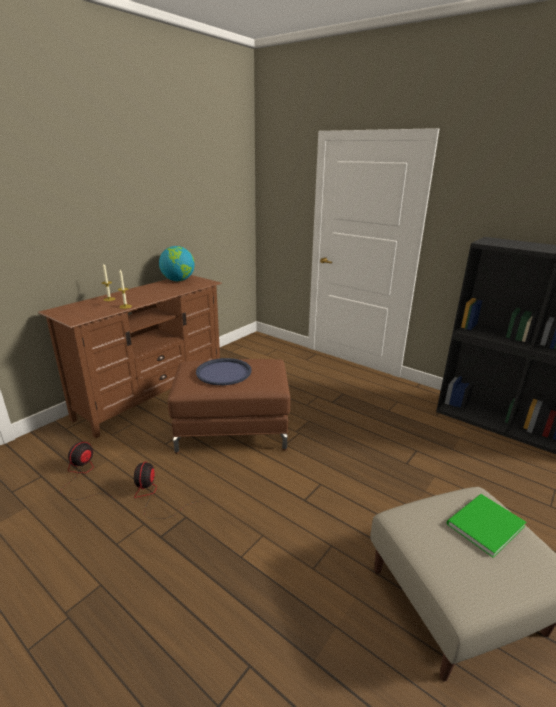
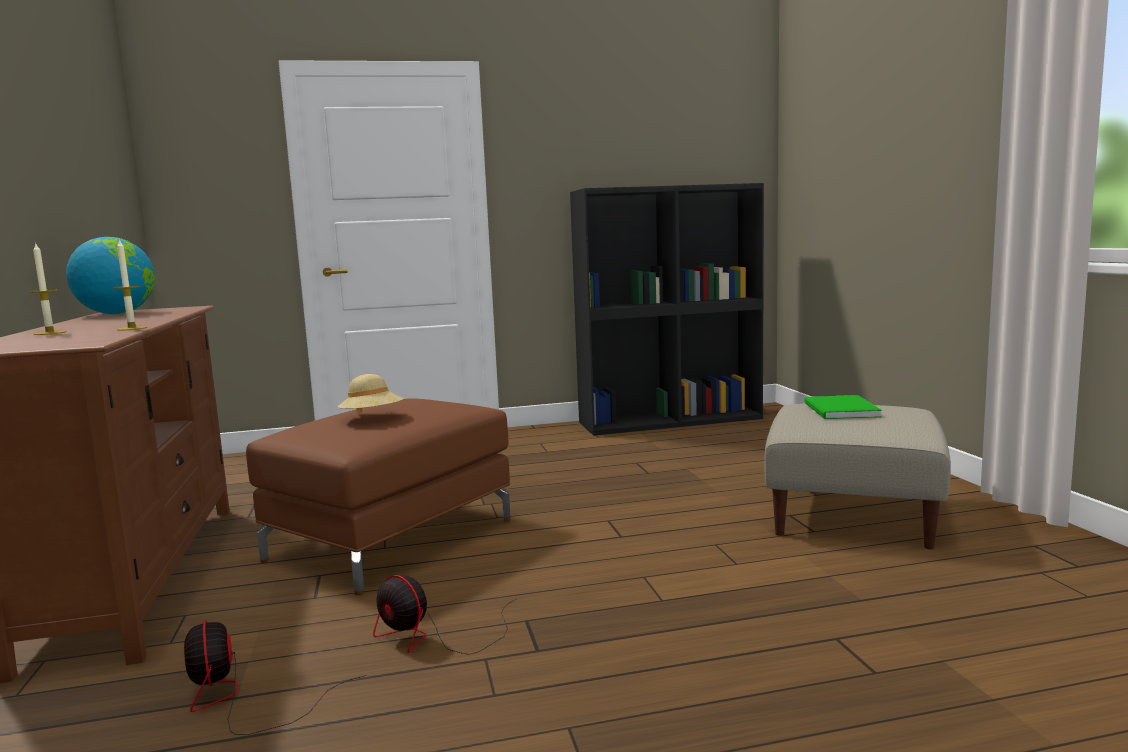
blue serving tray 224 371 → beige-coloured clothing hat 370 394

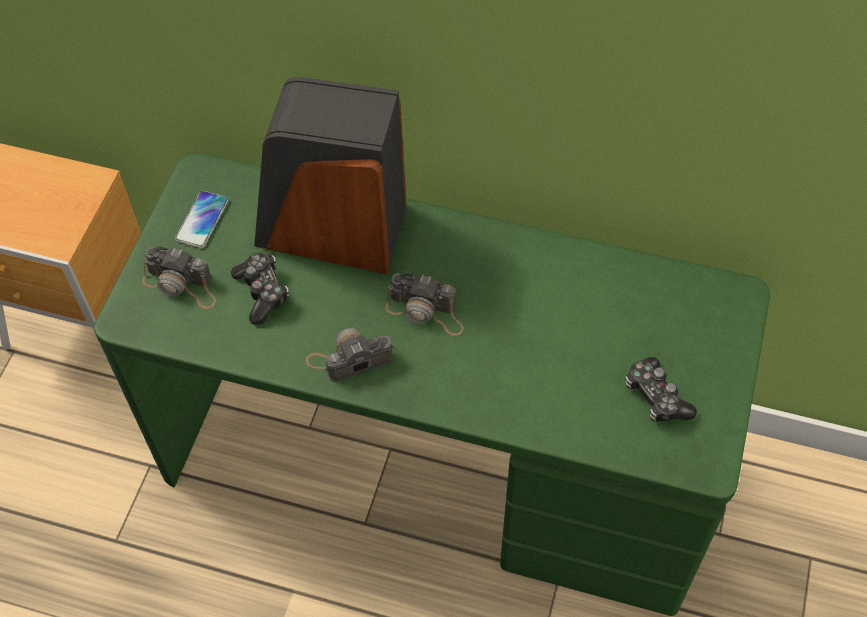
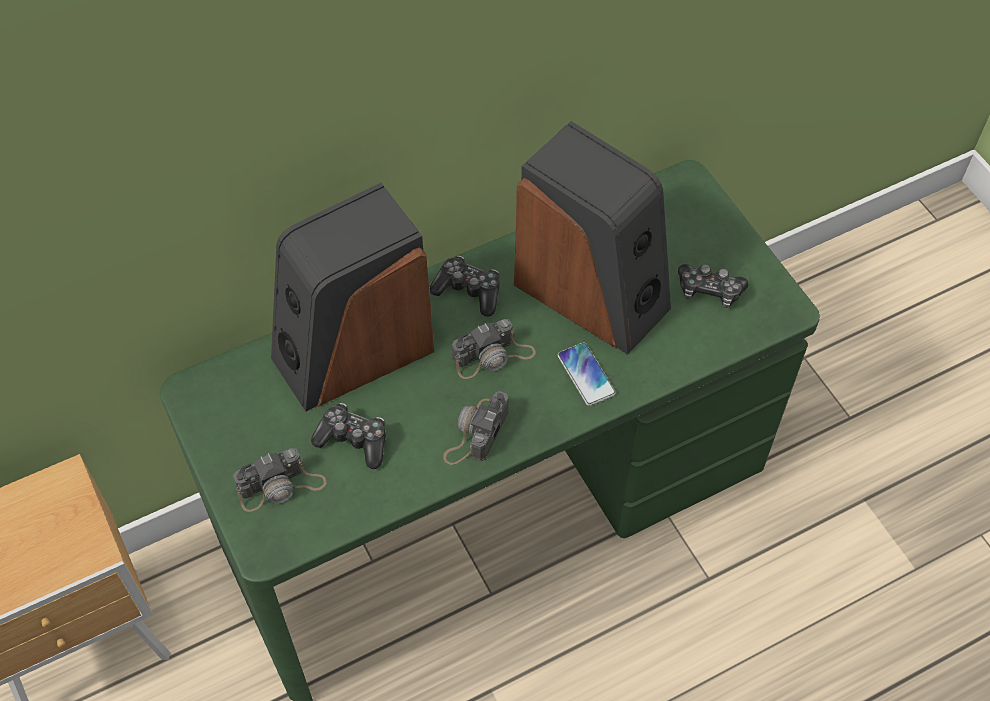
- → joypad 464 286
- → loudspeaker 592 238
phone 201 219 → phone 587 374, relocated

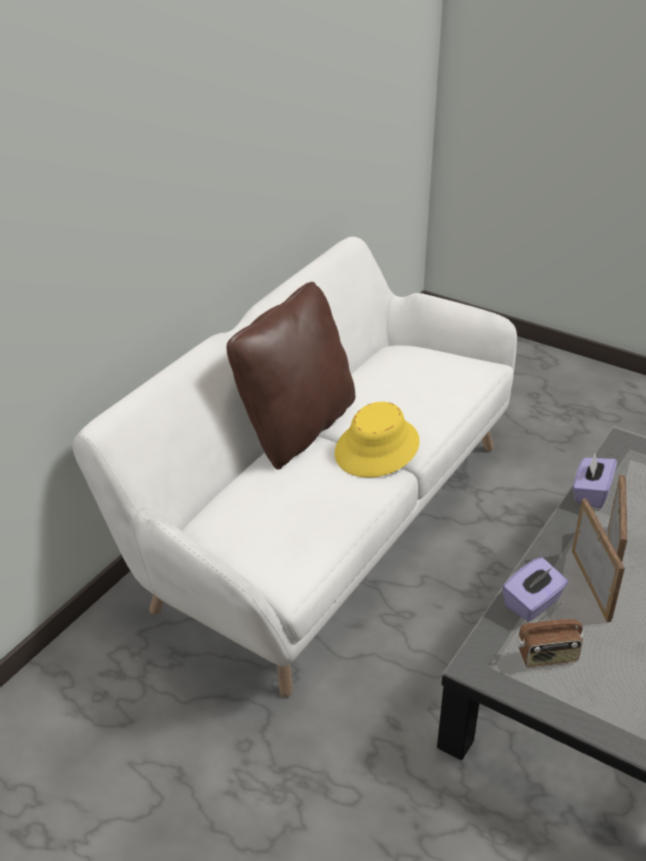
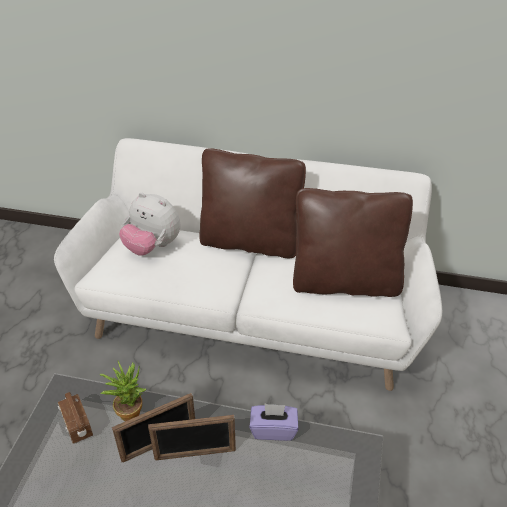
purplish box of tissues 535 589 → plant in a pot 123 391
- → soft toy 149 224
- → brown cushion 353 242
yellow clothing hat 377 440 → -

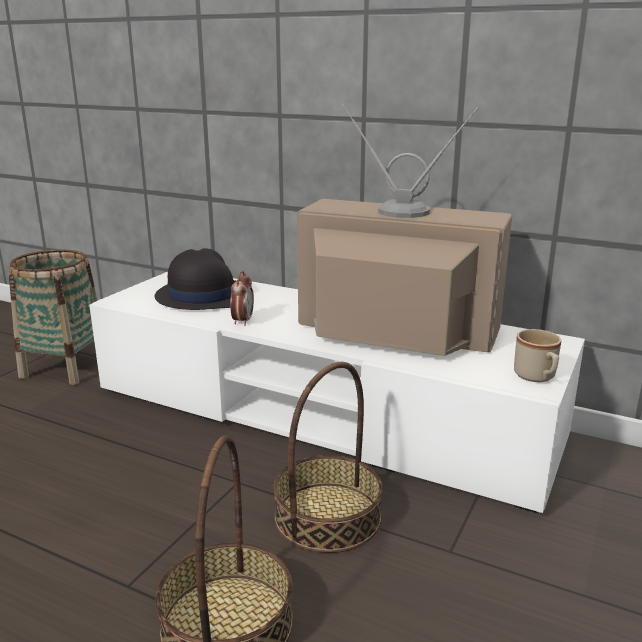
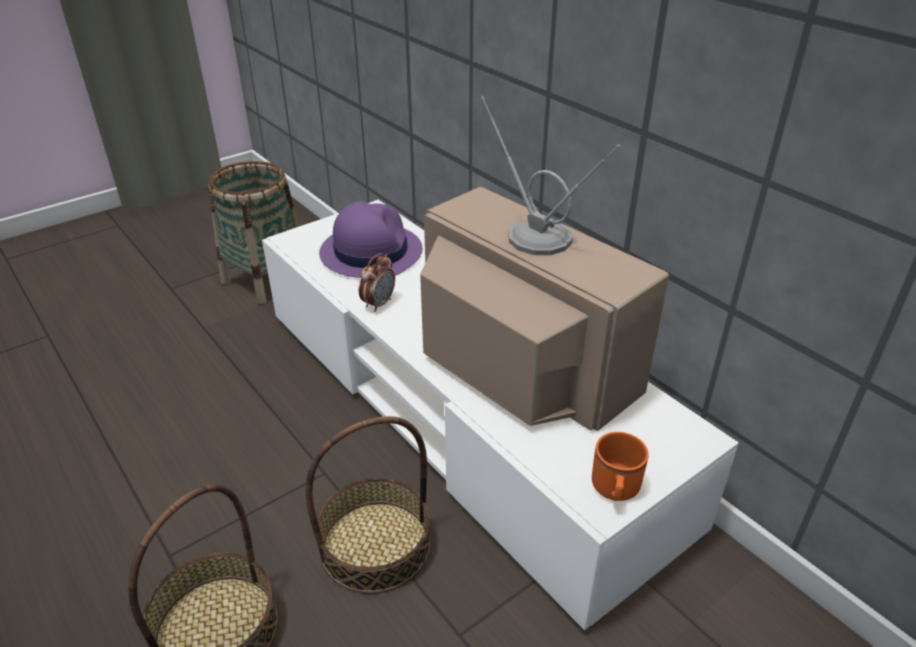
black clothing hat 195 279 → purplish clothing hat 370 239
beige-coloured mug 537 355 → orange mug 620 466

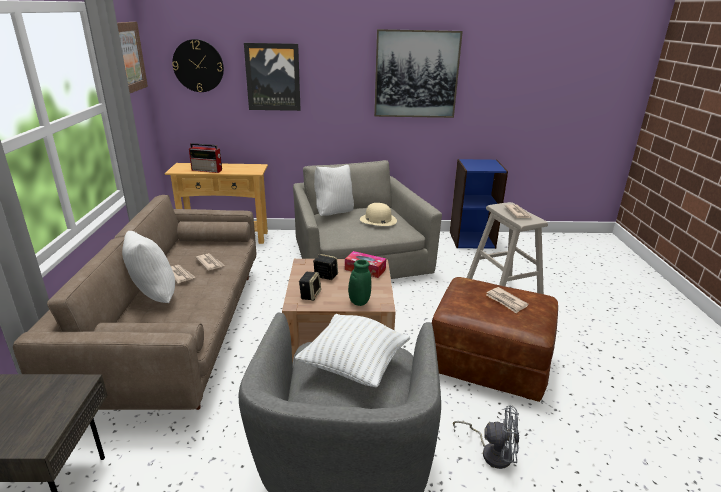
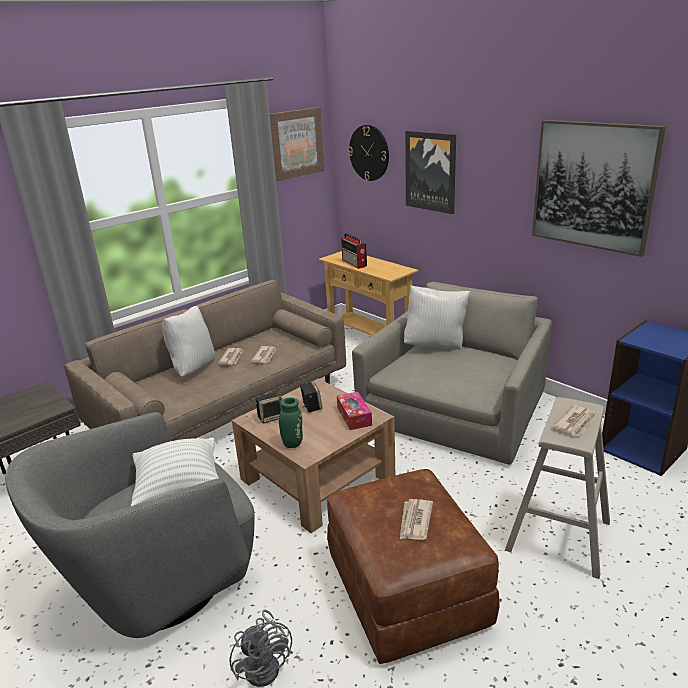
beige-coloured clothing hat 378 214 → -

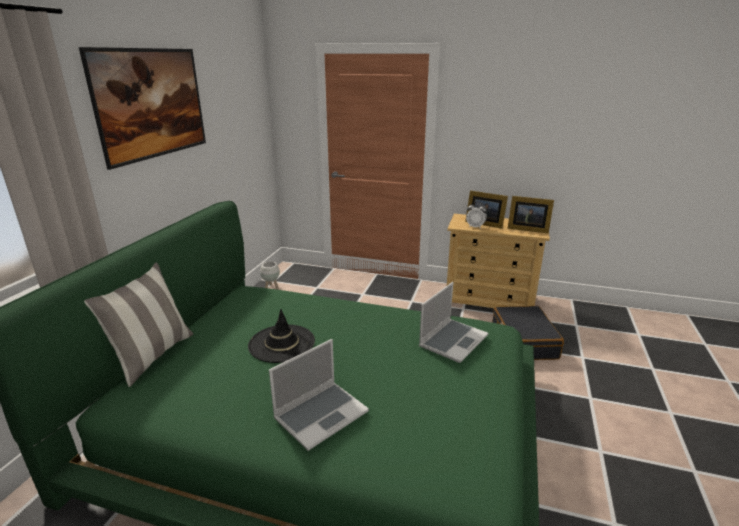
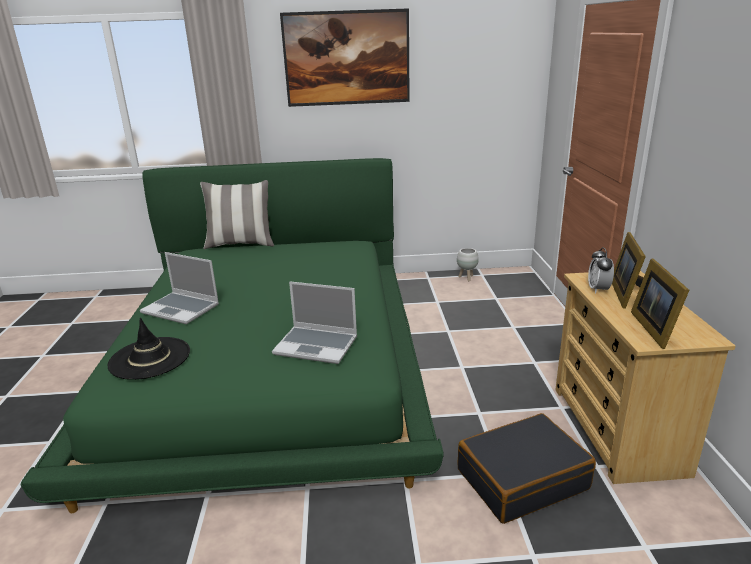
black clothing hat 281 336 → black clothing hat 149 349, relocated

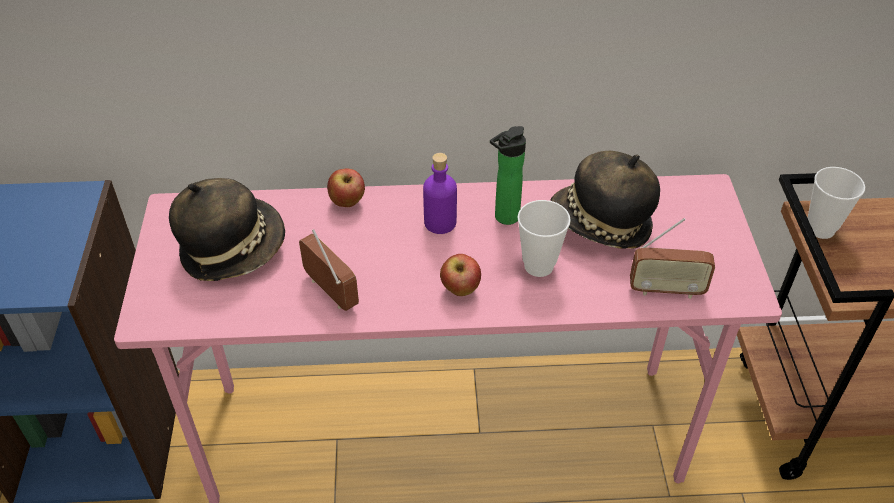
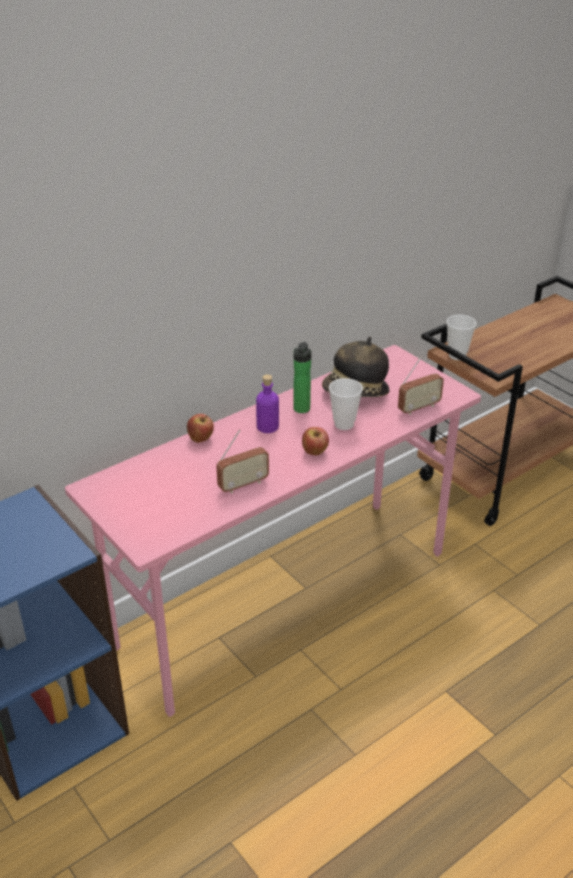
radio receiver 329 270 → radio receiver 242 461, 135 degrees clockwise
clothing hat 227 229 → -

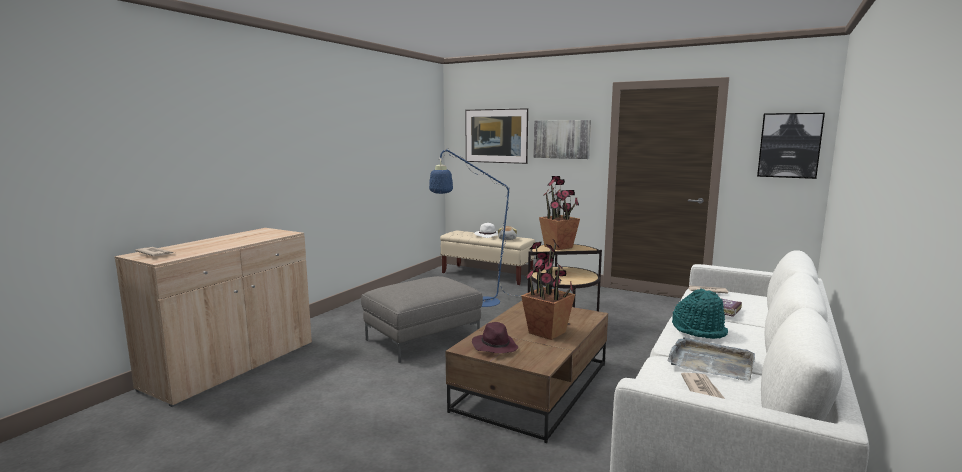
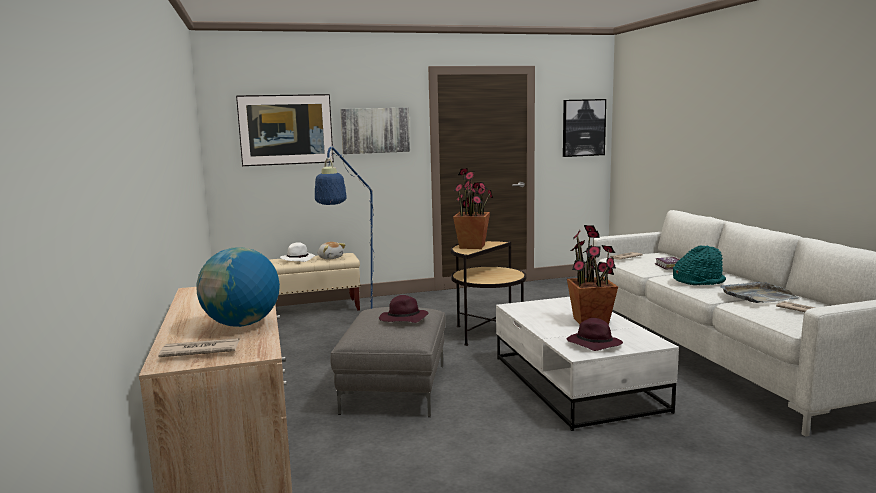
- → globe 238 287
- → purplish clothing hat 404 309
brown lounge table 527 372 → whitish lounge table 587 364

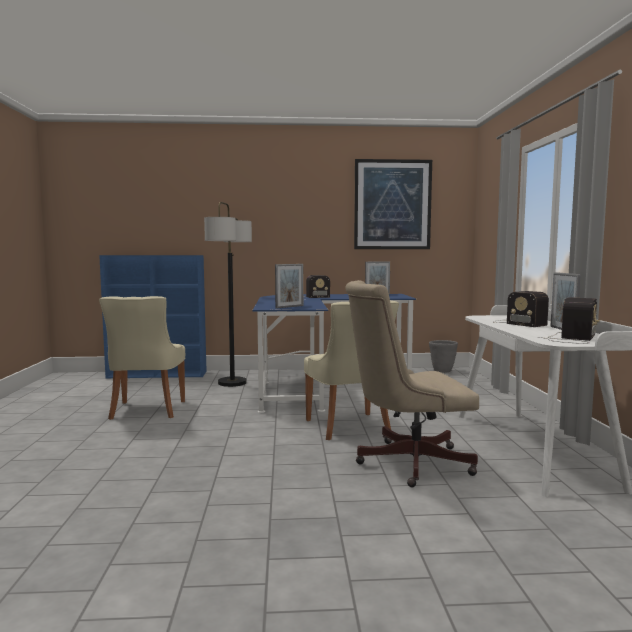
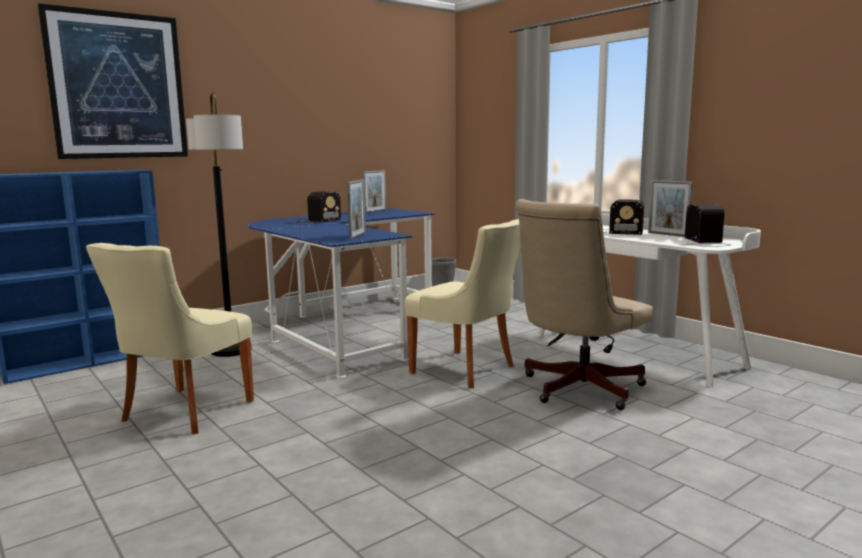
wall art 393 204 → wall art 113 81, relocated
beige-coloured chair 142 358 → beige-coloured chair 170 338, 60 degrees clockwise

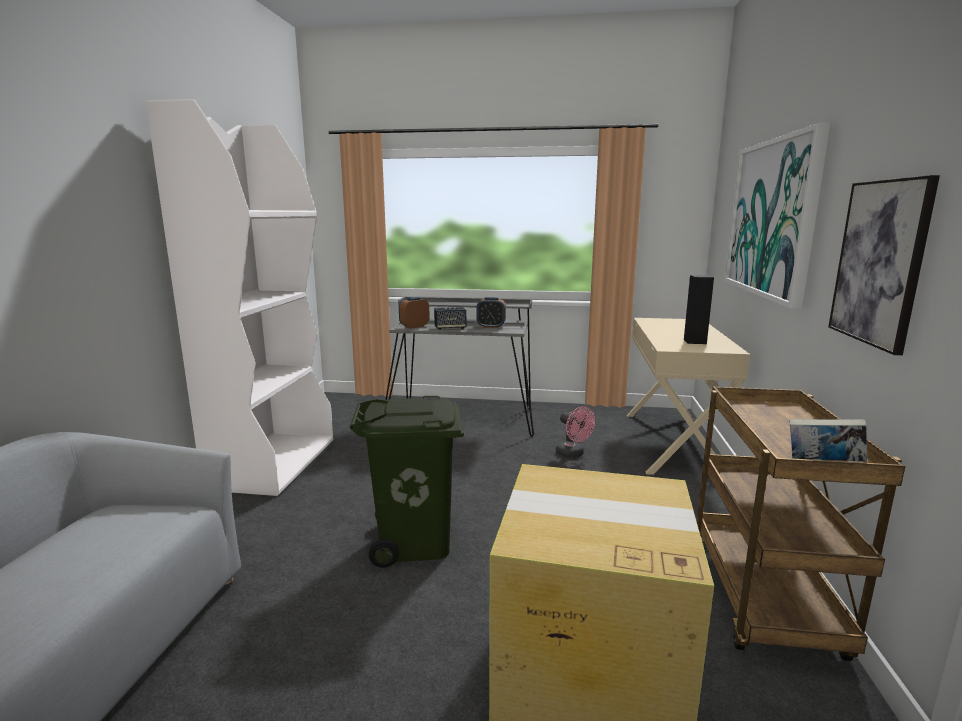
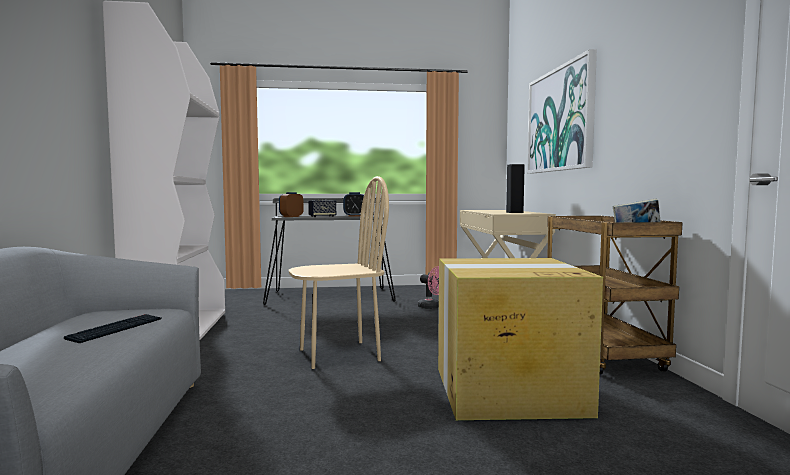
- → PC keyboard 113 328
greenish trash can 407 482 → beige-coloured chair 339 272
wall art 884 265 → -

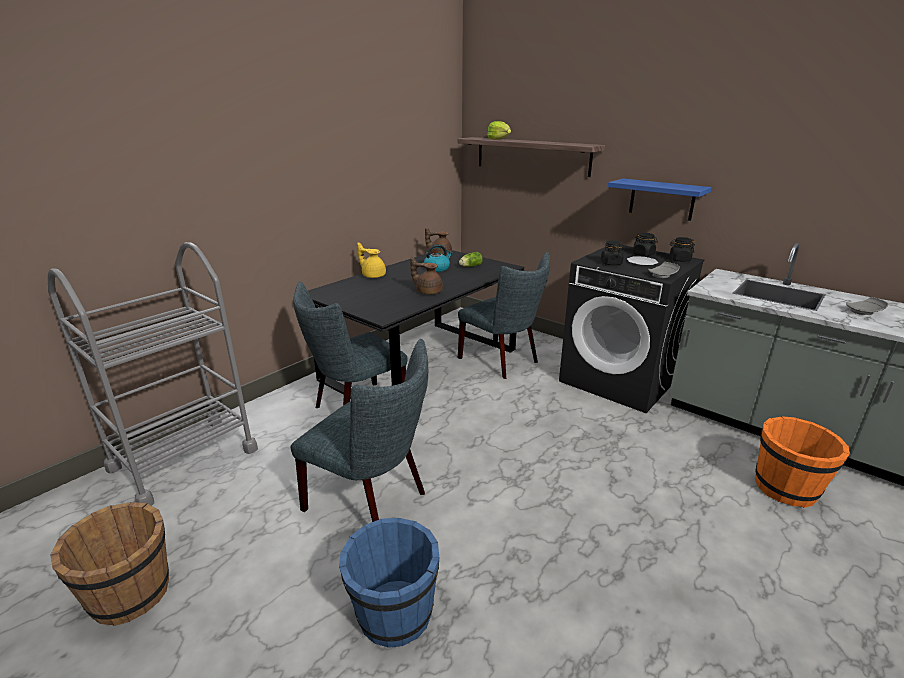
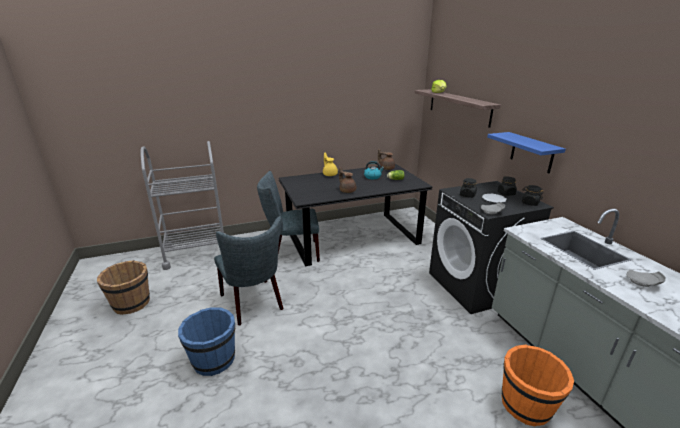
gray chair 504 315 → -

